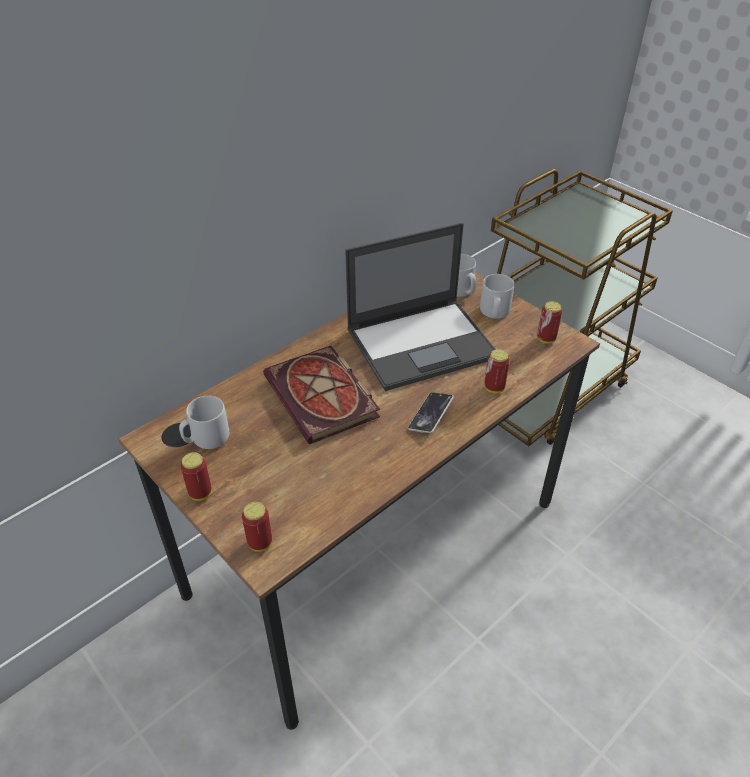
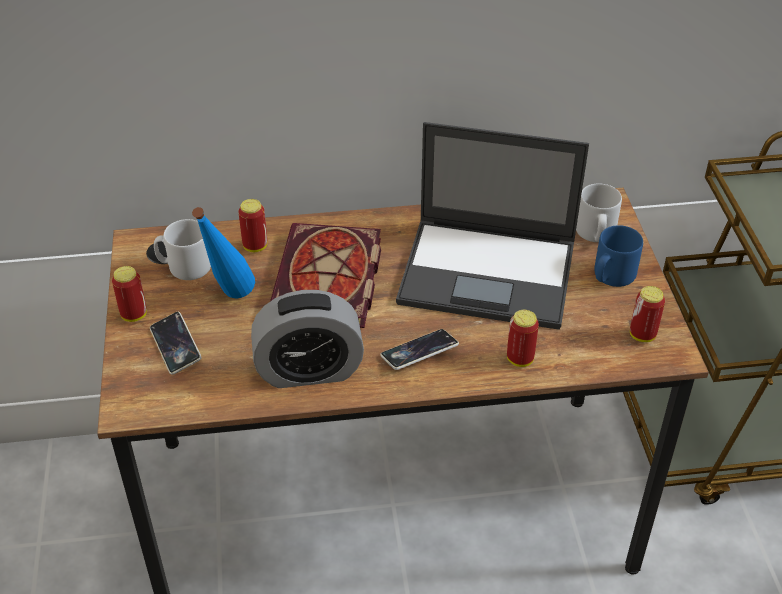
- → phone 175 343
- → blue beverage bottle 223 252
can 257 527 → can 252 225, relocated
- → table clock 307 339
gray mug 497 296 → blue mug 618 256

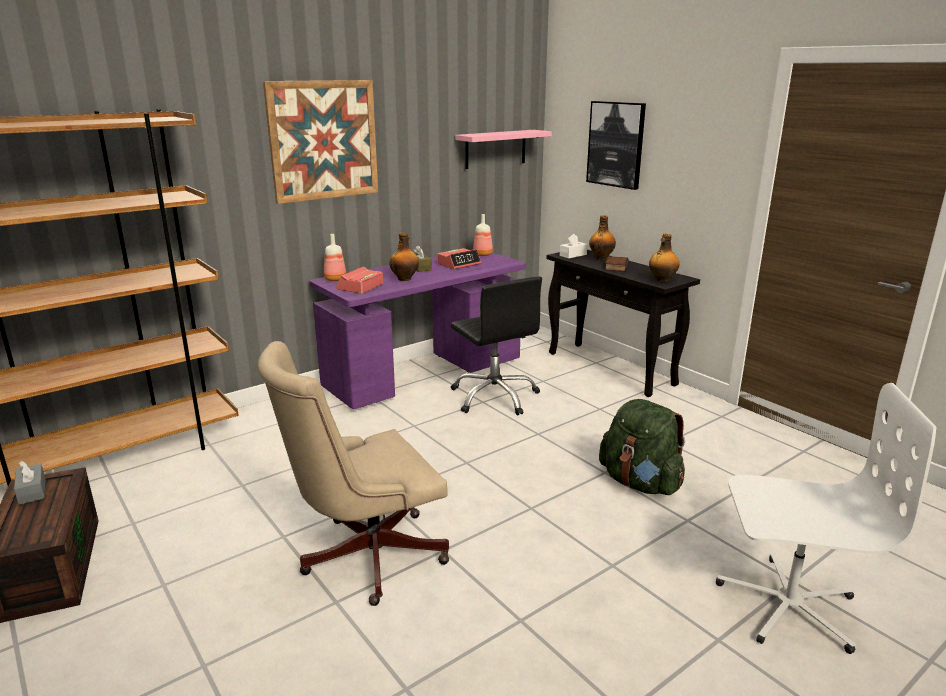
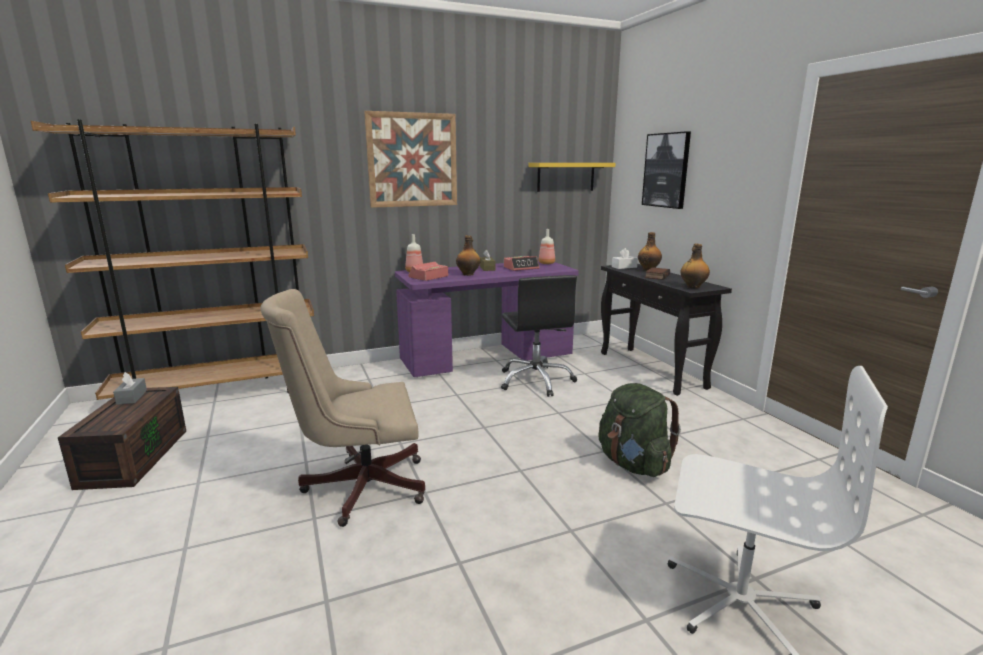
pink wall shelf 503 149 → yellow wall shelf 572 177

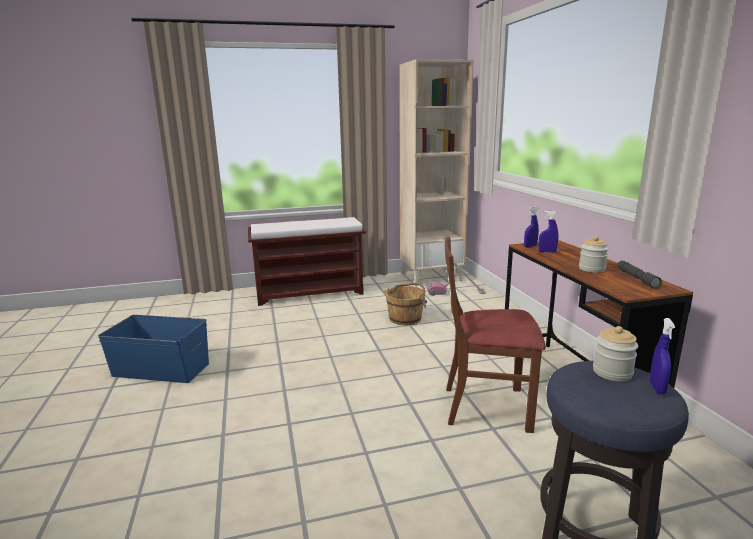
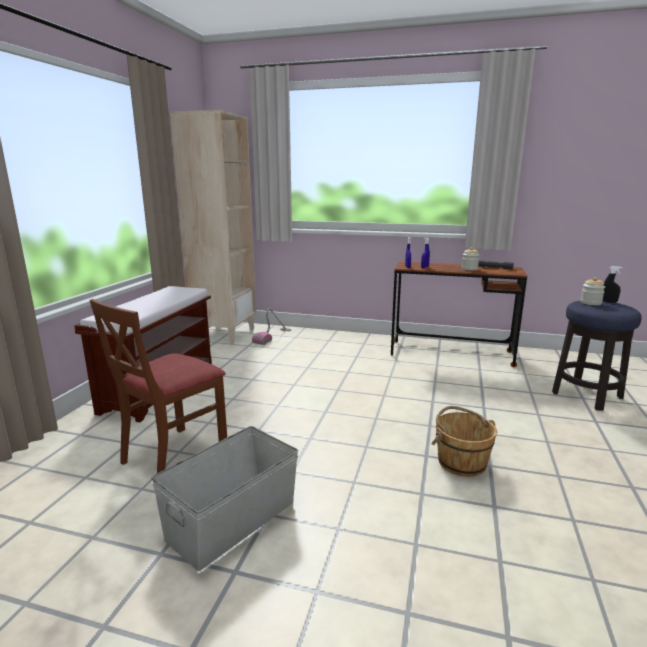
brown chair 495 335 → brown chair 158 386, relocated
blue storage container 153 349 → gray storage container 224 498
brown bucket 406 304 → brown bucket 464 441, relocated
blue spray bottle 662 356 → black spray bottle 613 284

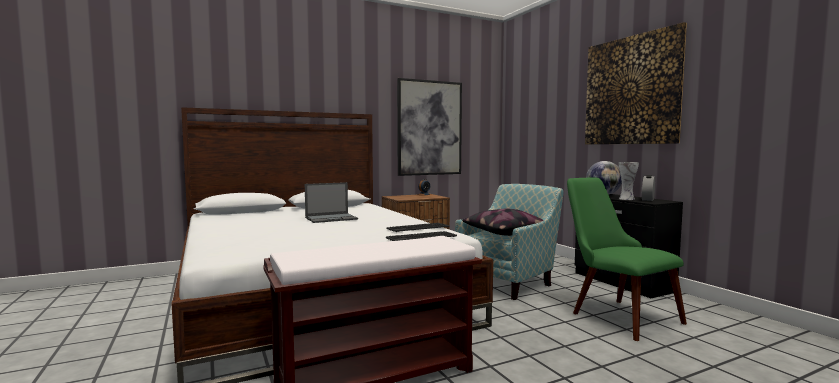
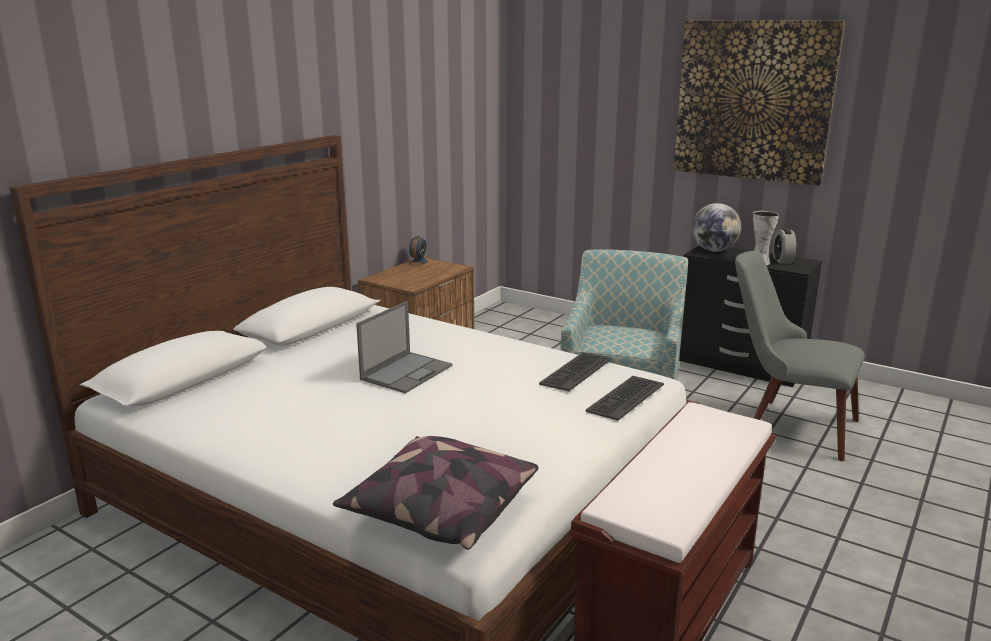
cushion 502 222 → cushion 435 493, relocated
greenish chair 627 259 → gray chair 800 356
wall art 429 127 → -

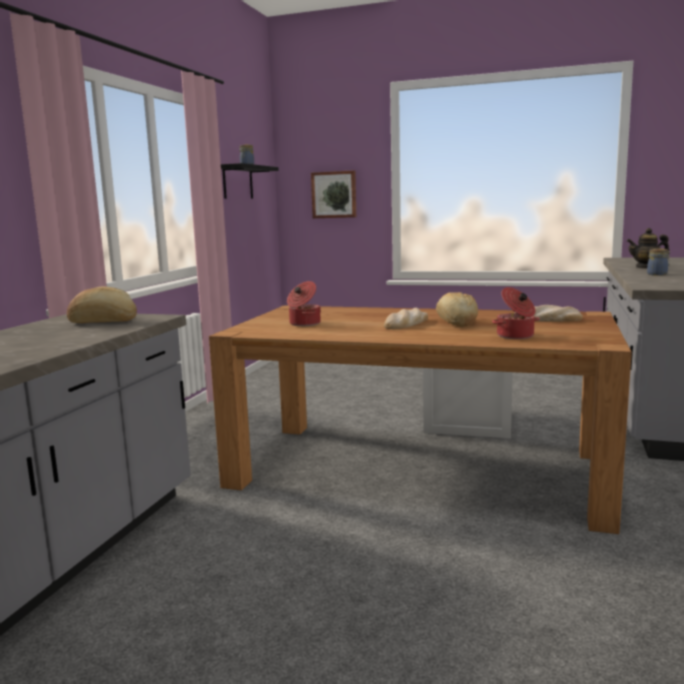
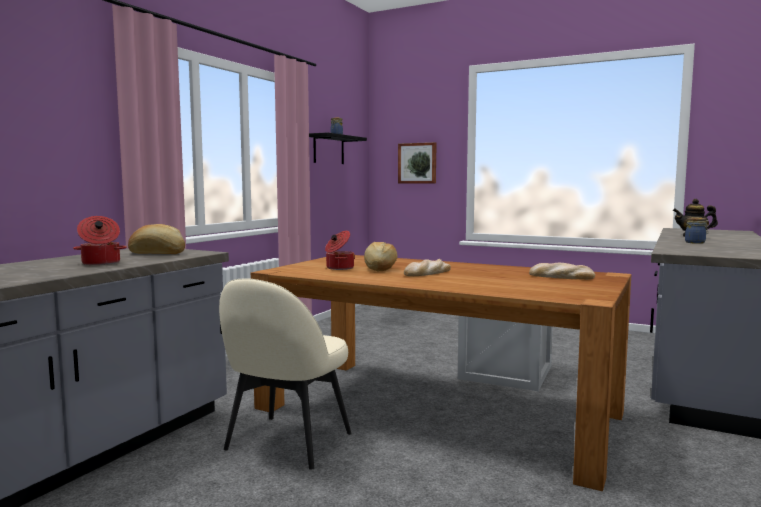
stockpot 516 313 → stockpot 100 240, relocated
- → beige-coloured chair 285 374
bakery bread 457 309 → bakery bread 380 256, relocated

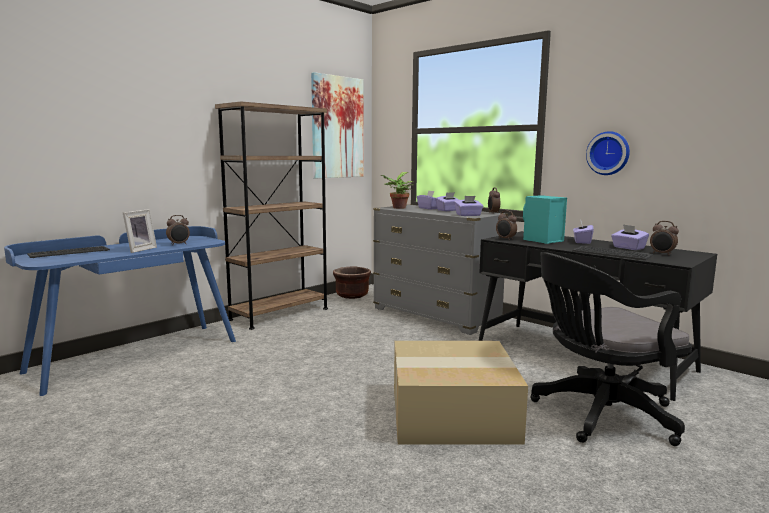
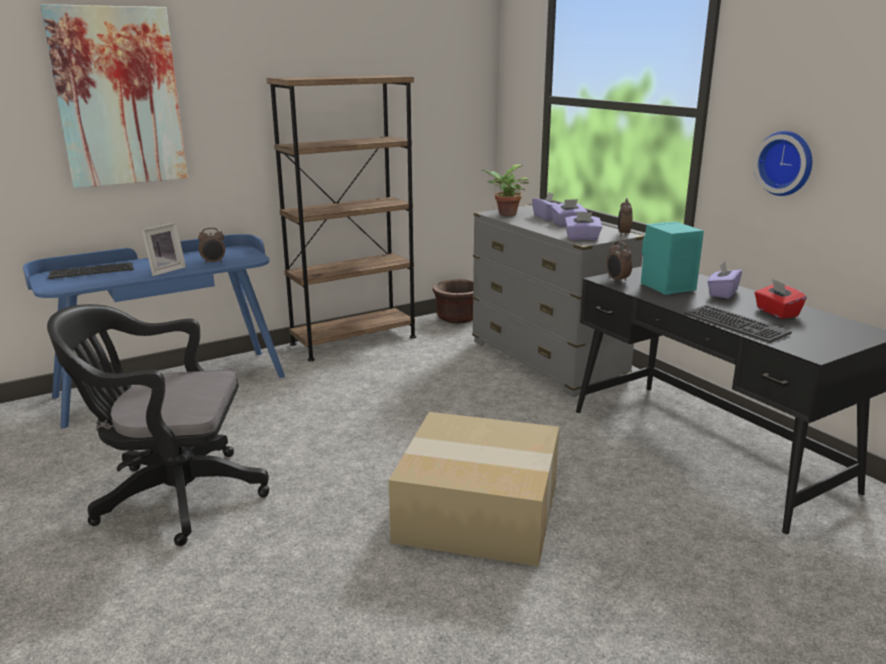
wall art 337 125 → wall art 114 96, relocated
black office chair 611 349 → black office chair 158 425, relocated
purplish box of tissues 630 237 → reddish box of tissues 781 299
table clock 664 238 → -

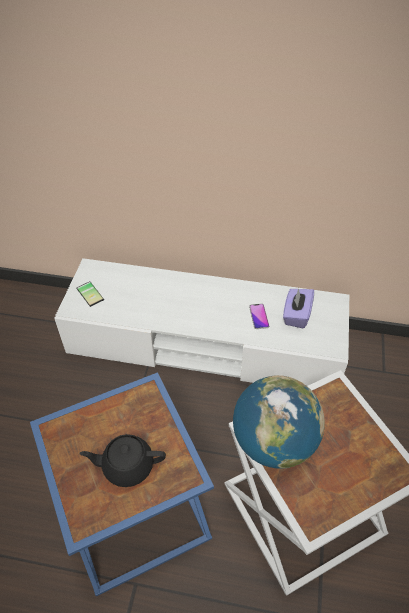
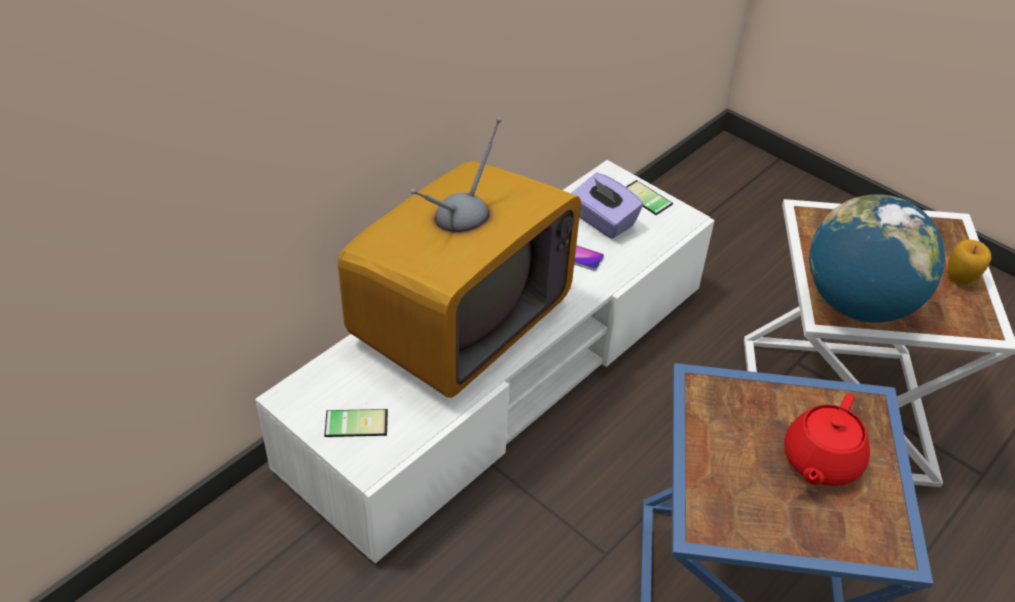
- → TV set 459 257
- → phone 649 197
black tea pot 122 460 → reddish tea pot 827 440
- → apple fruit 970 262

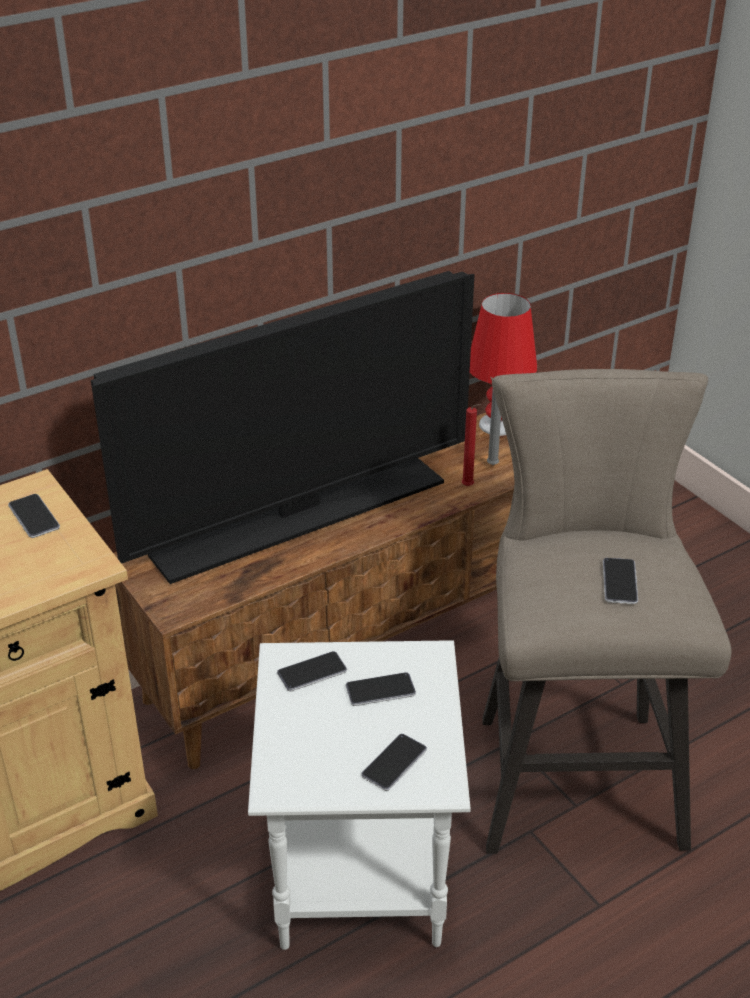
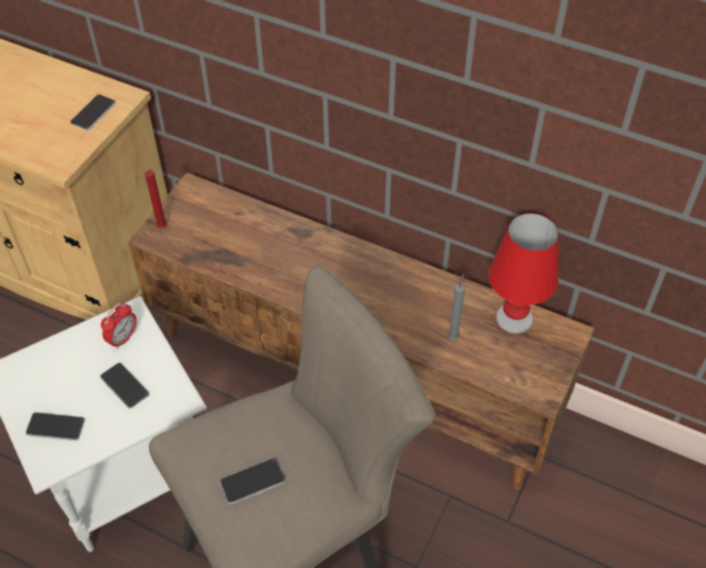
phone 312 671 → table clock 119 325
reddish wax candle 471 445 → reddish wax candle 156 199, relocated
TV set 283 427 → -

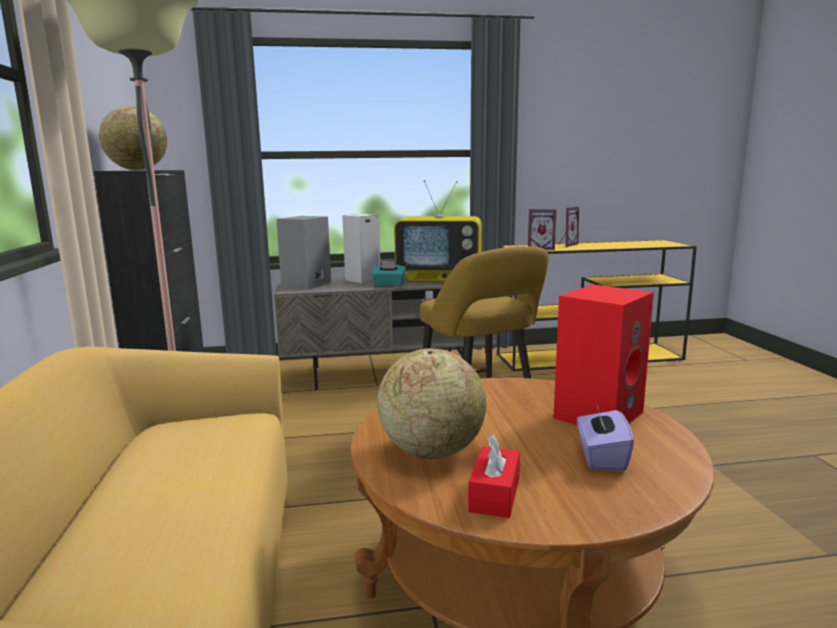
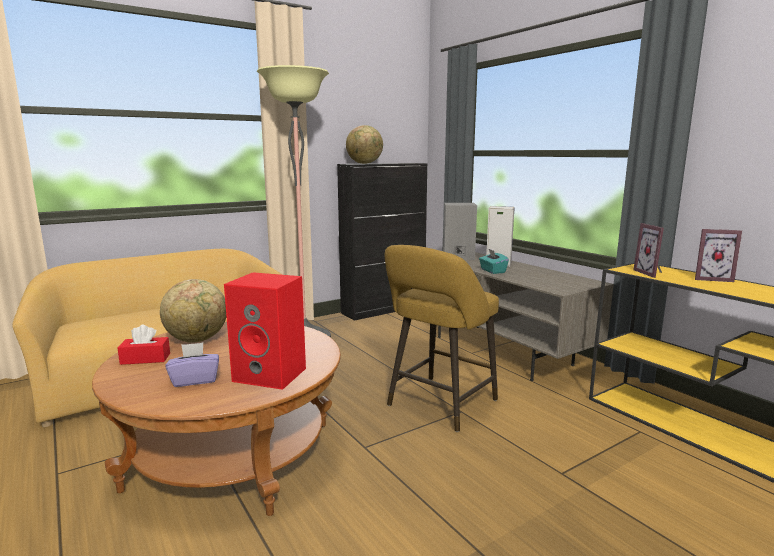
TV set 438 231 → -

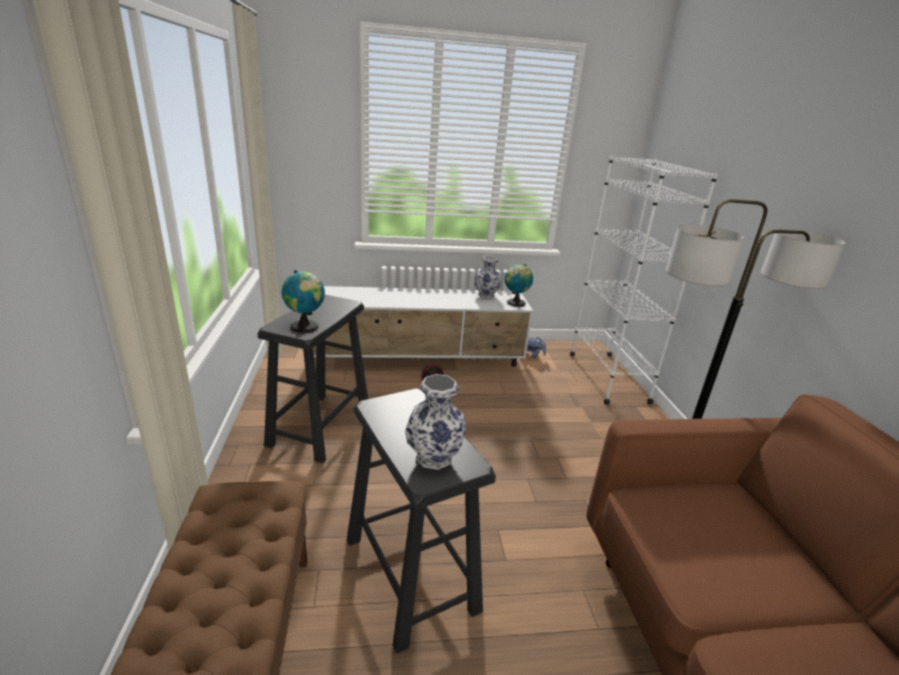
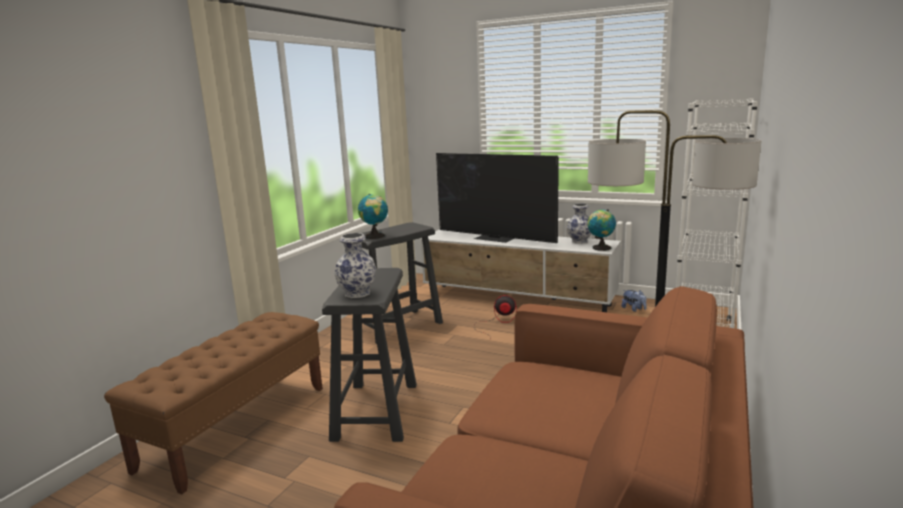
- → TV set 497 198

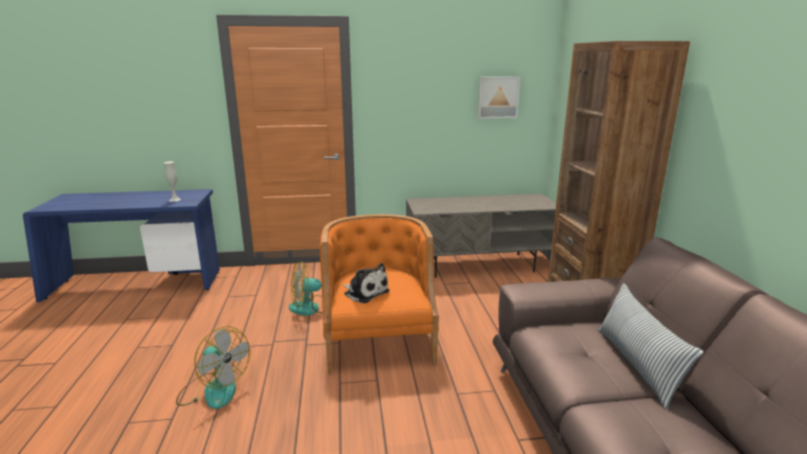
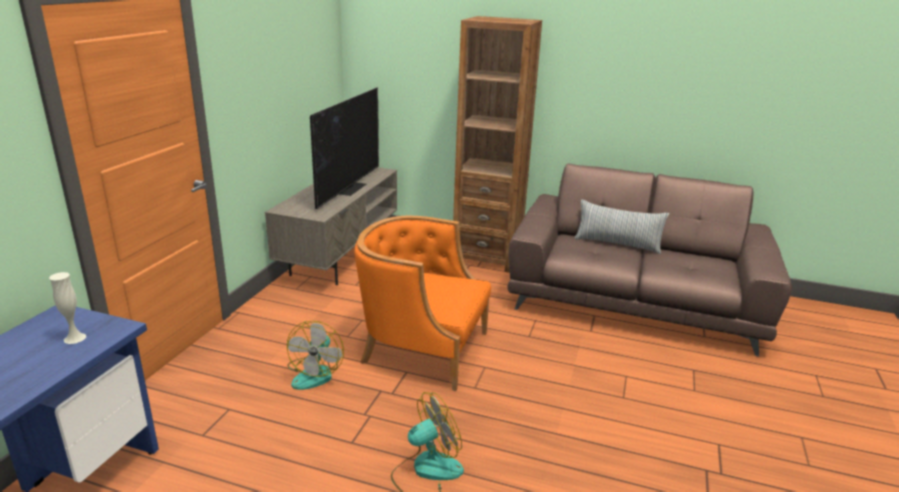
- → TV set 344 148
soft toy 366 283 → -
wall art 499 98 → -

